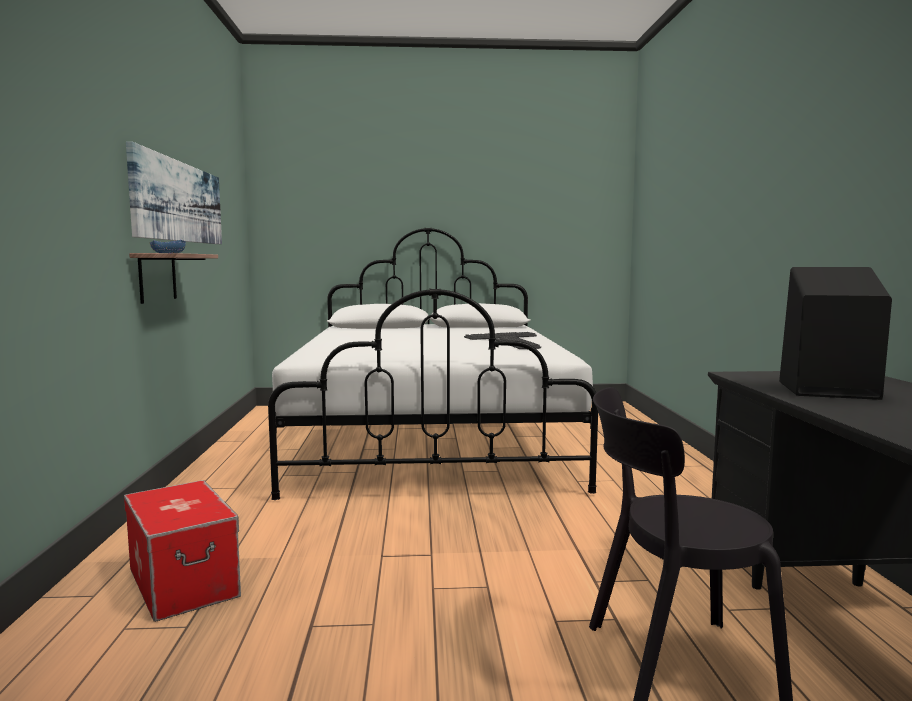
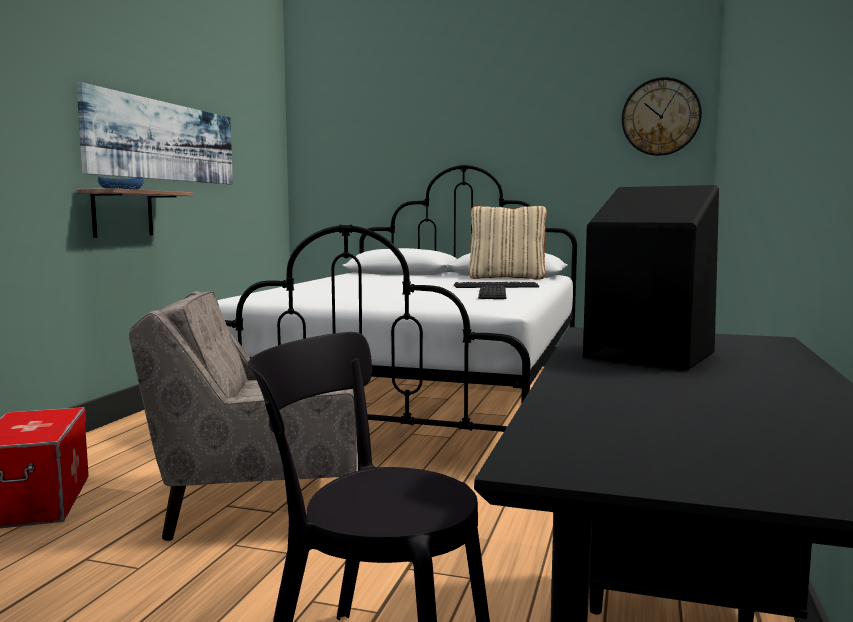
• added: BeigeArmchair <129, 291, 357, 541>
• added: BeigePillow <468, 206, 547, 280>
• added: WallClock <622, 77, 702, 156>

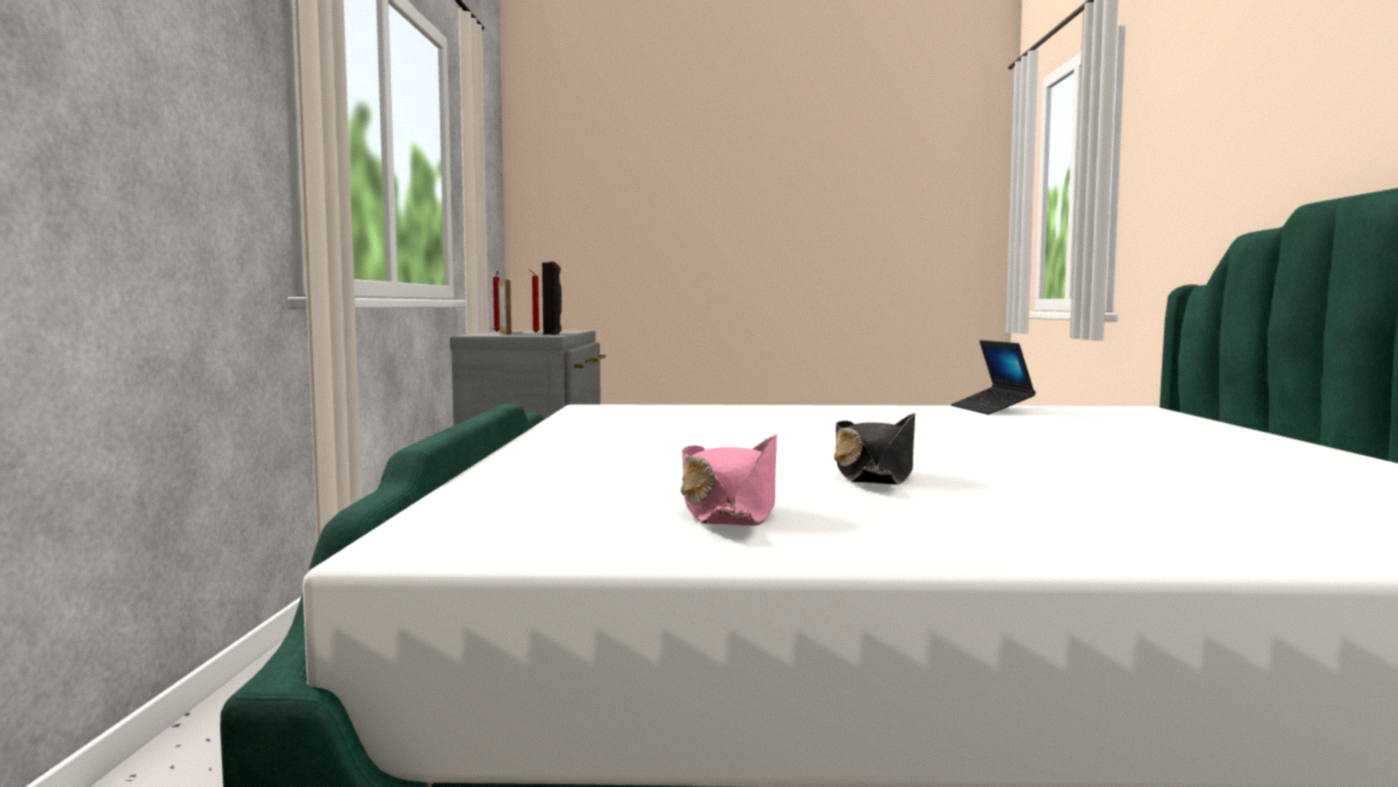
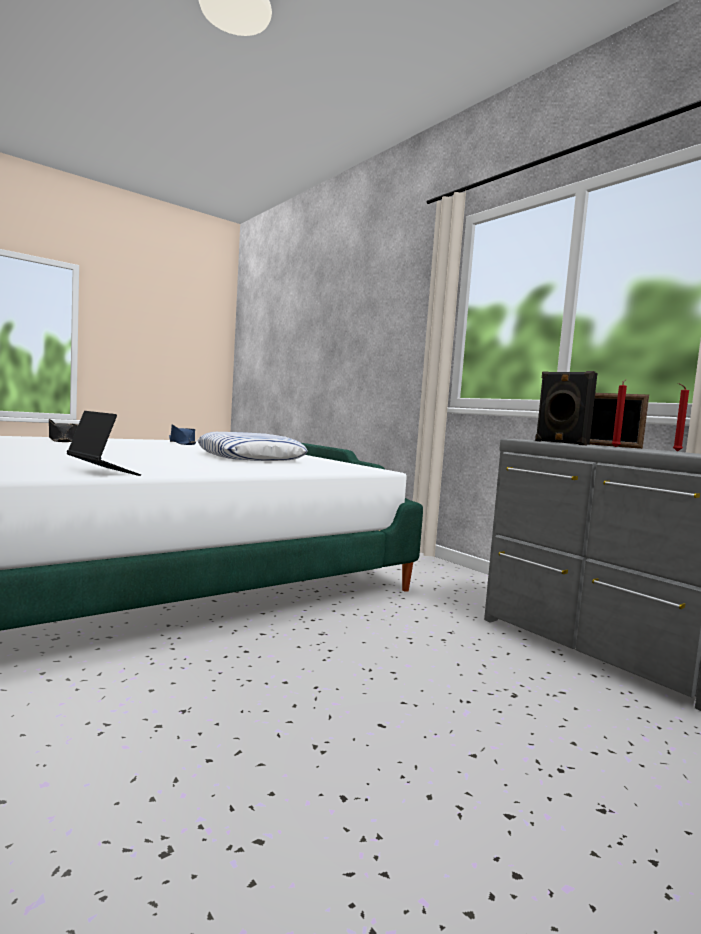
• added: Pillow <197, 432, 307, 461>
• moved: BlackHat <834, 413, 915, 485> to <49, 419, 78, 442>
• recoloured: PinkHat <681, 435, 777, 526> to BlueHat <169, 425, 196, 445>

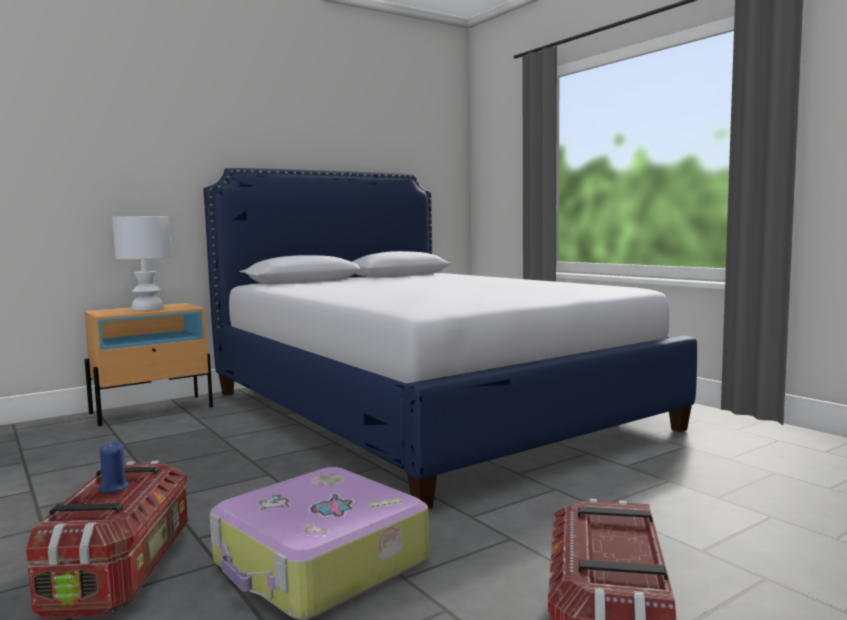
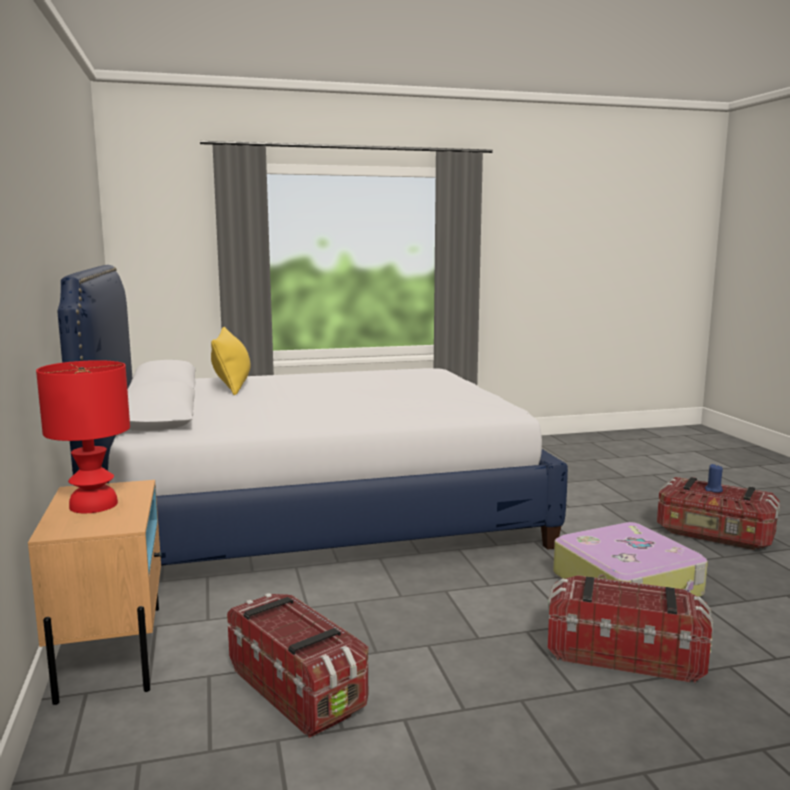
• added: YellowPillow <211, 327, 251, 395>
• added: StorageBox <227, 593, 368, 738>
• moved: BlueCandle <98, 442, 129, 493> to <705, 464, 723, 493>
• recoloured: WhiteTableLamp <112, 216, 171, 310> to RedTableLamp <36, 360, 130, 513>

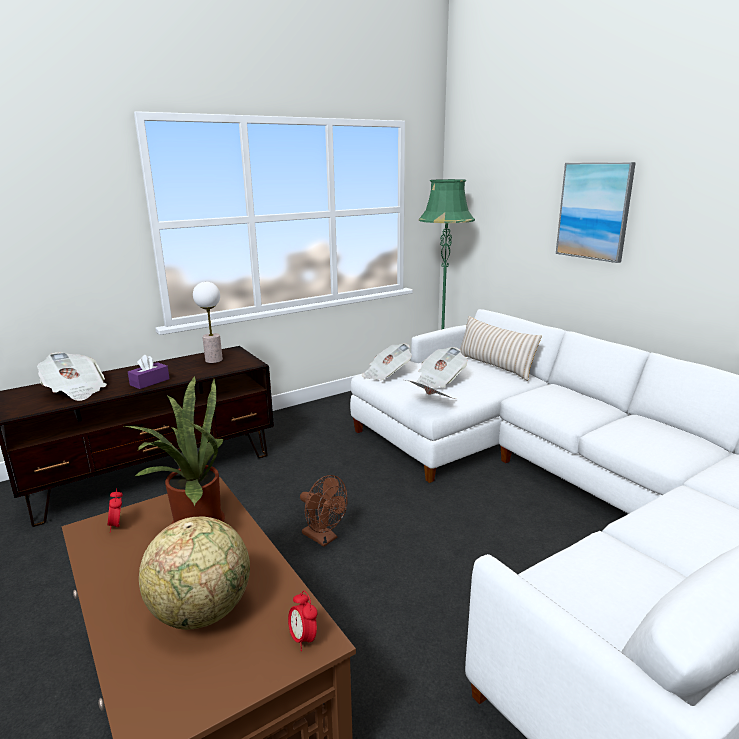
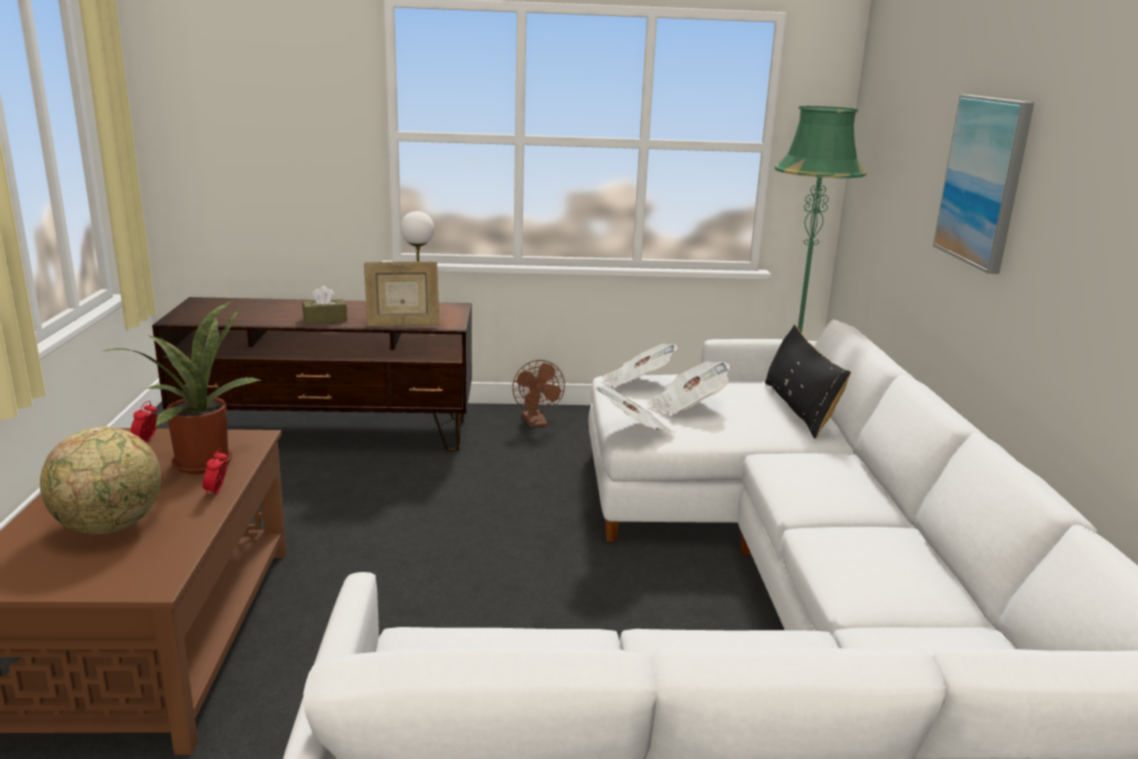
• removed: Newspaper <37, 352, 107, 401>
• added: PictureFrame <364, 261, 440, 326>
• moved: AlarmClock <288, 591, 318, 651> to <203, 448, 228, 498>
• moved: BrownFan <300, 475, 347, 547> to <512, 360, 565, 428>
• recoloured: PurpleTissueBox <128, 355, 169, 389> to BrownTissueBox <302, 286, 347, 324>
• recoloured: BeigePillow <460, 316, 542, 381> to BlackPillow <765, 325, 851, 439>

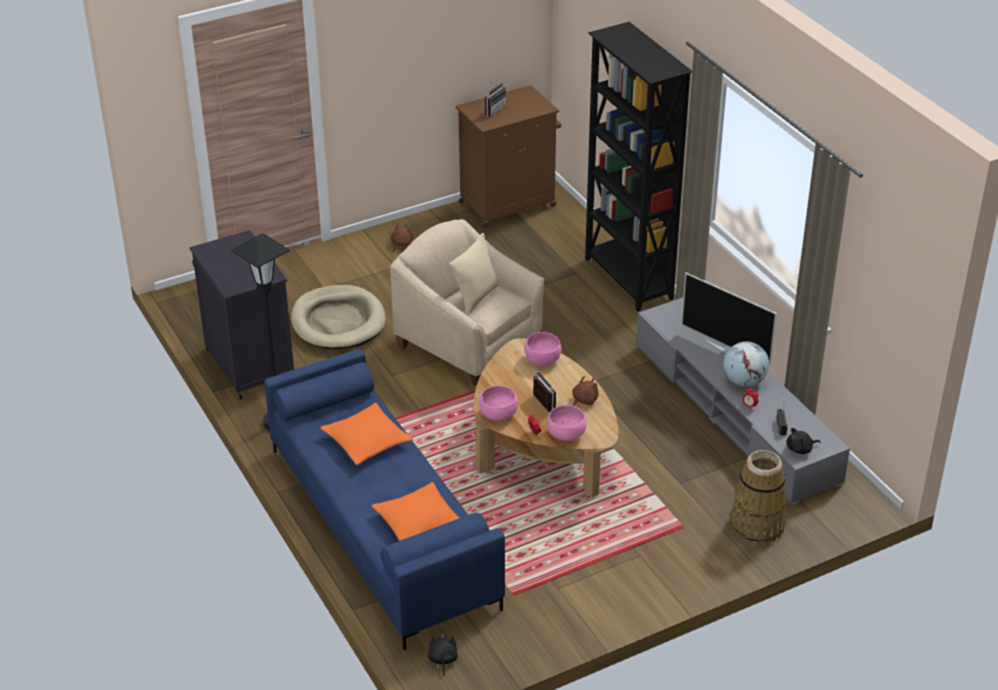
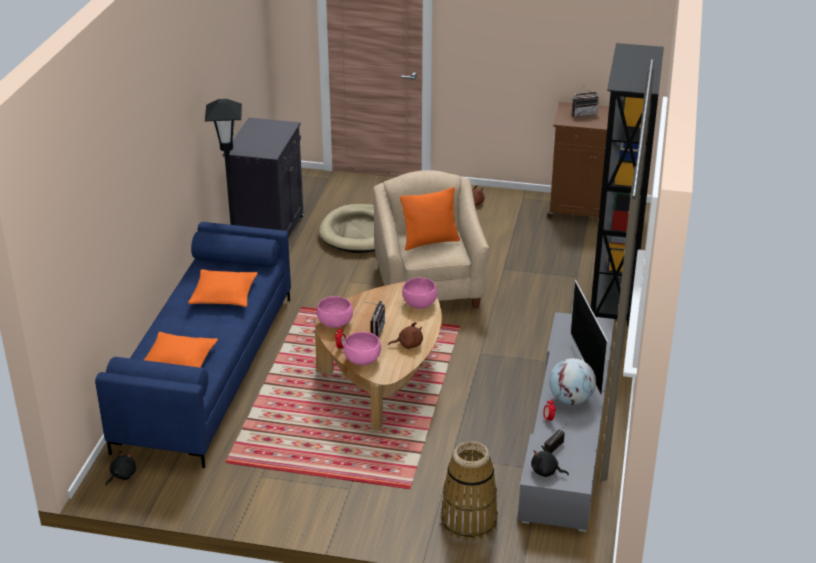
• recoloured: BeigePillow <449, 233, 501, 316> to OrangePillow <400, 187, 460, 250>

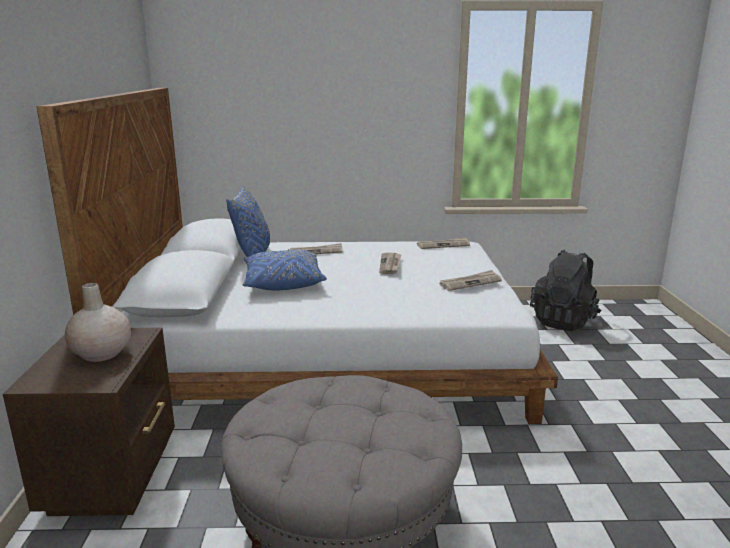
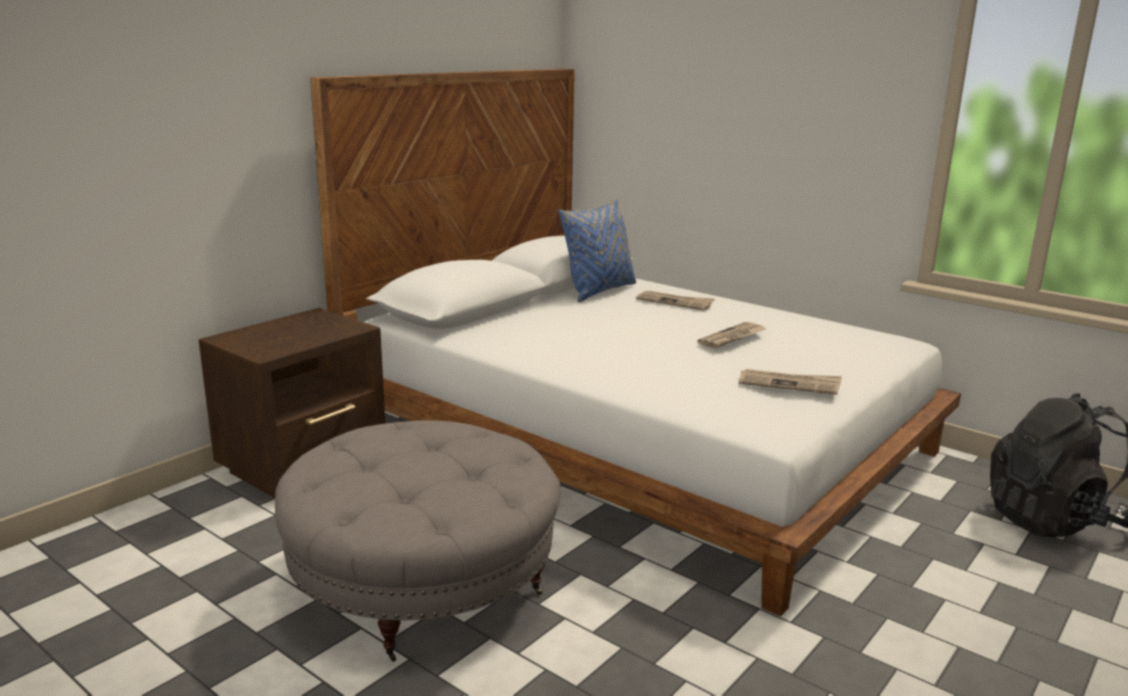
• removed: BeigeVase <65, 283, 131, 362>
• removed: BluePillow <242, 250, 327, 291>
• removed: Newspaper <417, 237, 470, 249>

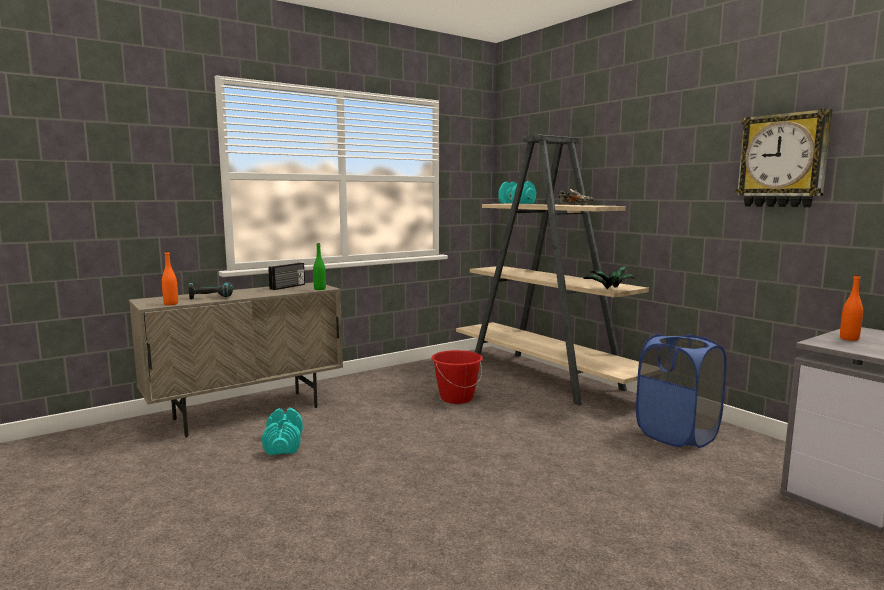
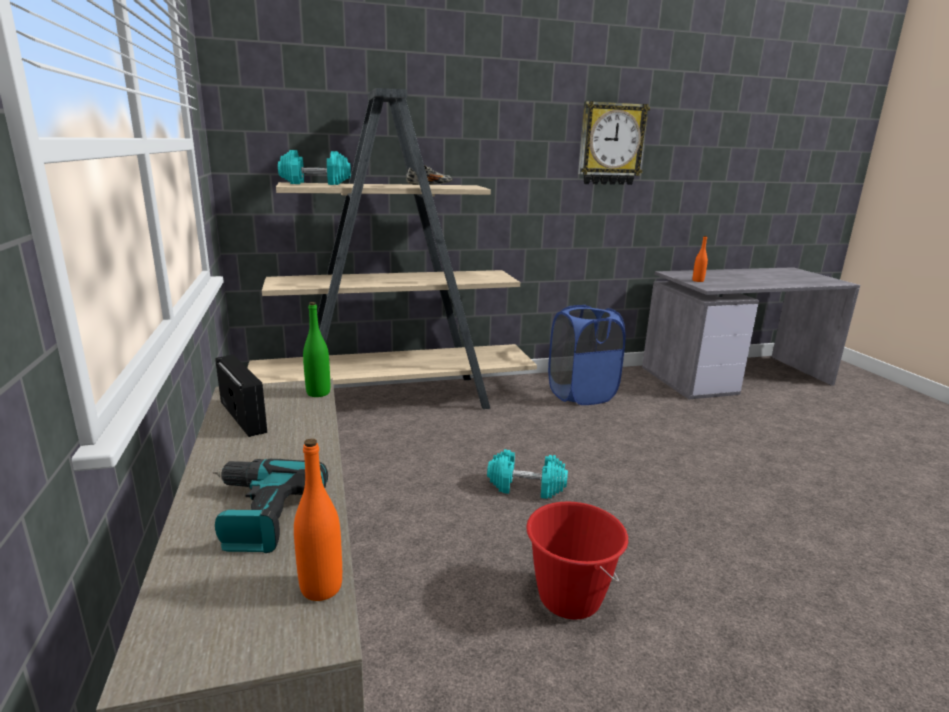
• removed: PottedPlant <583, 266, 641, 289>
• moved: TurquoiseDumbbell <262, 408, 303, 455> to <487, 449, 568, 499>
• moved: RedBucket <431, 350, 483, 404> to <526, 502, 628, 620>

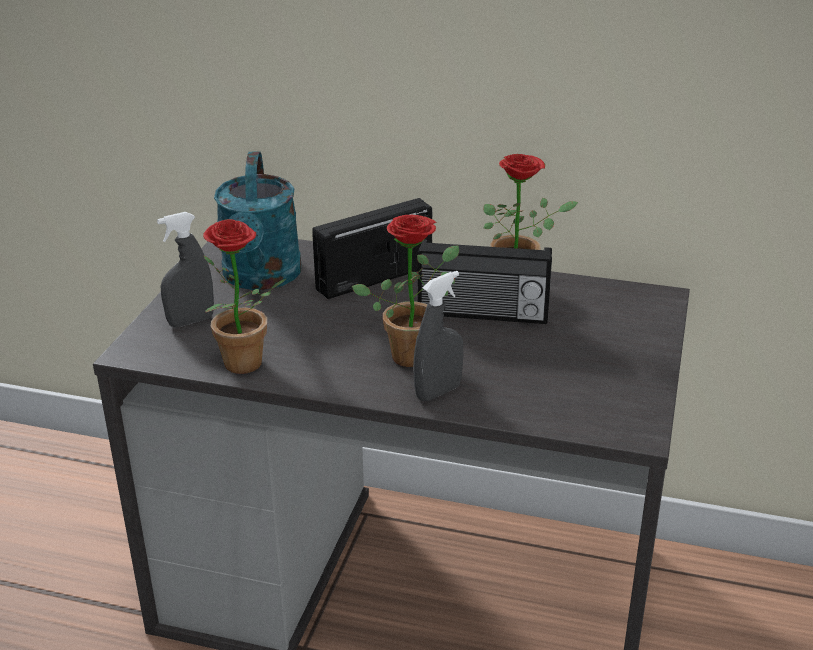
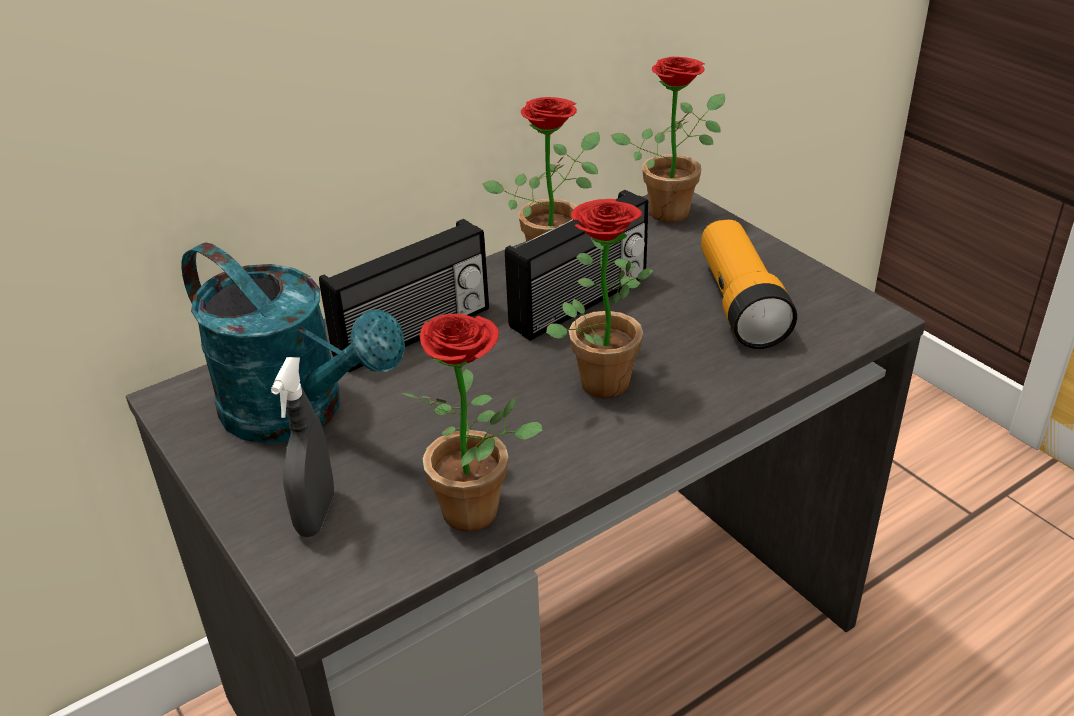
• removed: GreySprayBottle <413, 271, 463, 401>
• added: PottedPlant <611, 57, 725, 222>
• added: Flashlight <701, 220, 797, 349>
• turned: Radio <312, 198, 432, 299> = <319, 219, 489, 372> 135 degrees counterclockwise

